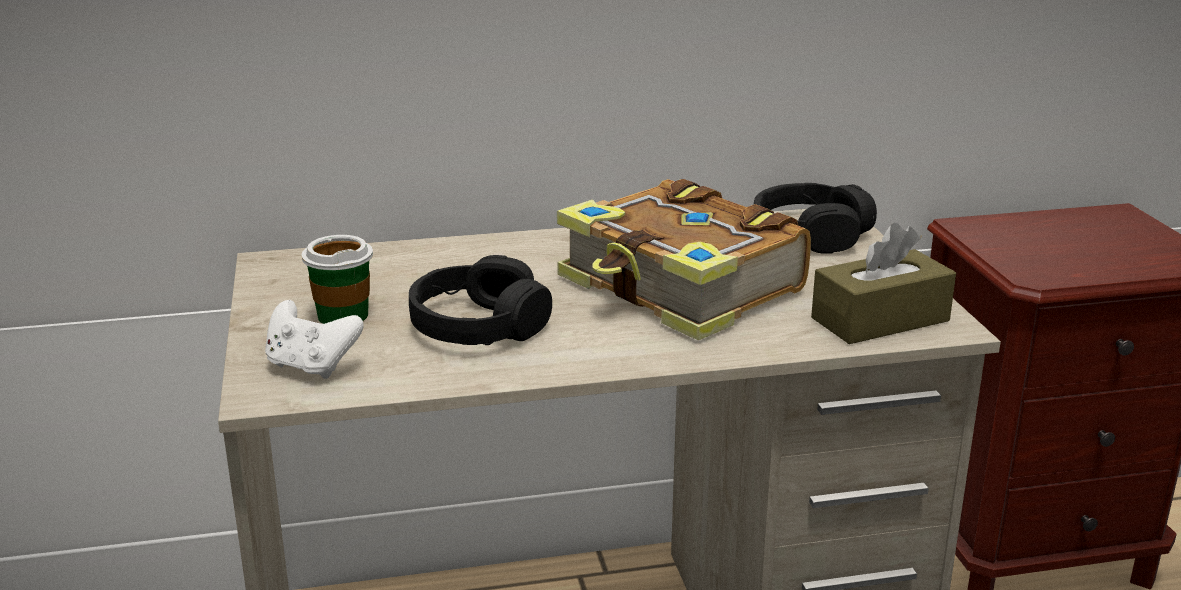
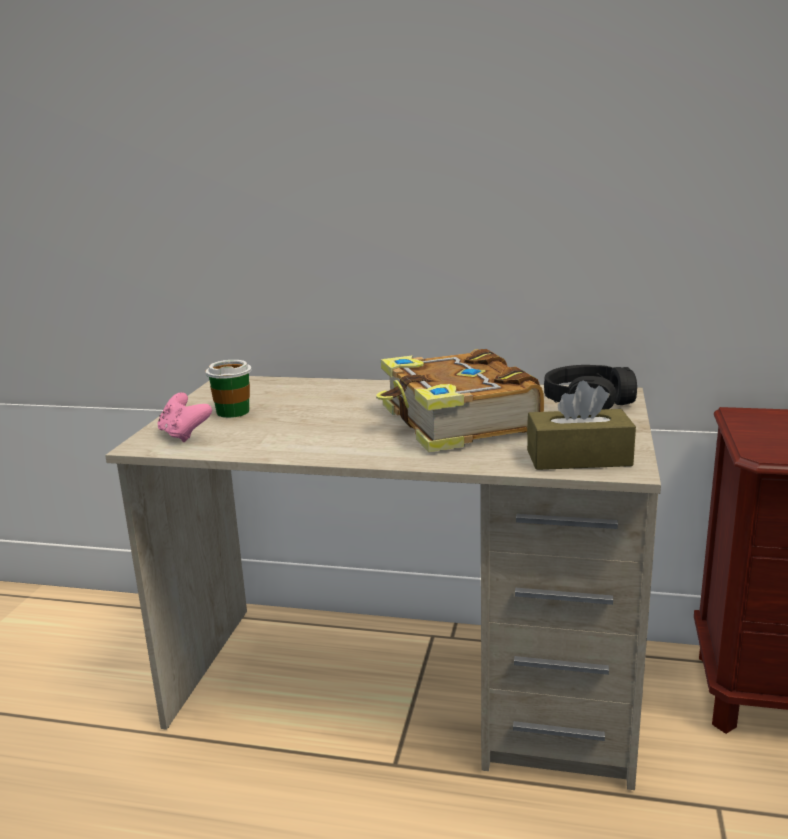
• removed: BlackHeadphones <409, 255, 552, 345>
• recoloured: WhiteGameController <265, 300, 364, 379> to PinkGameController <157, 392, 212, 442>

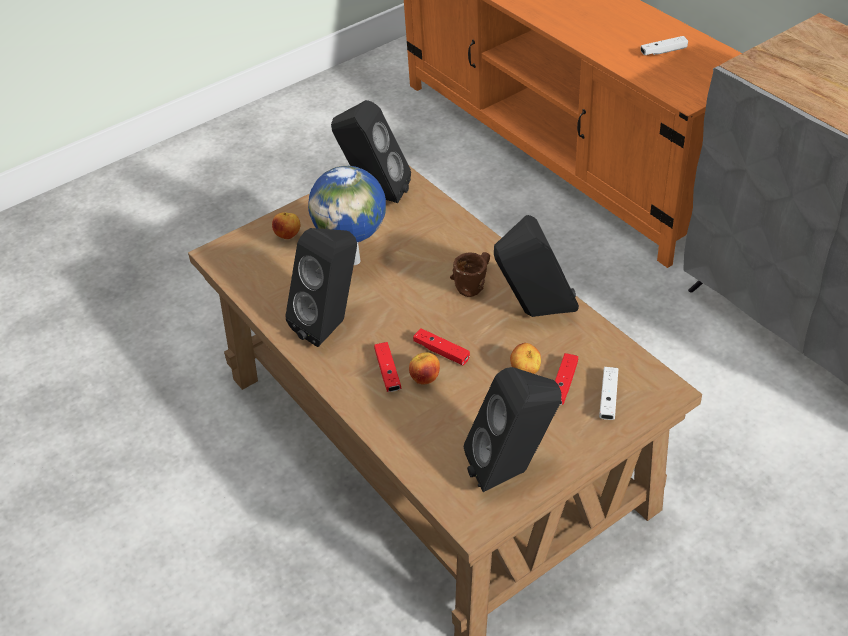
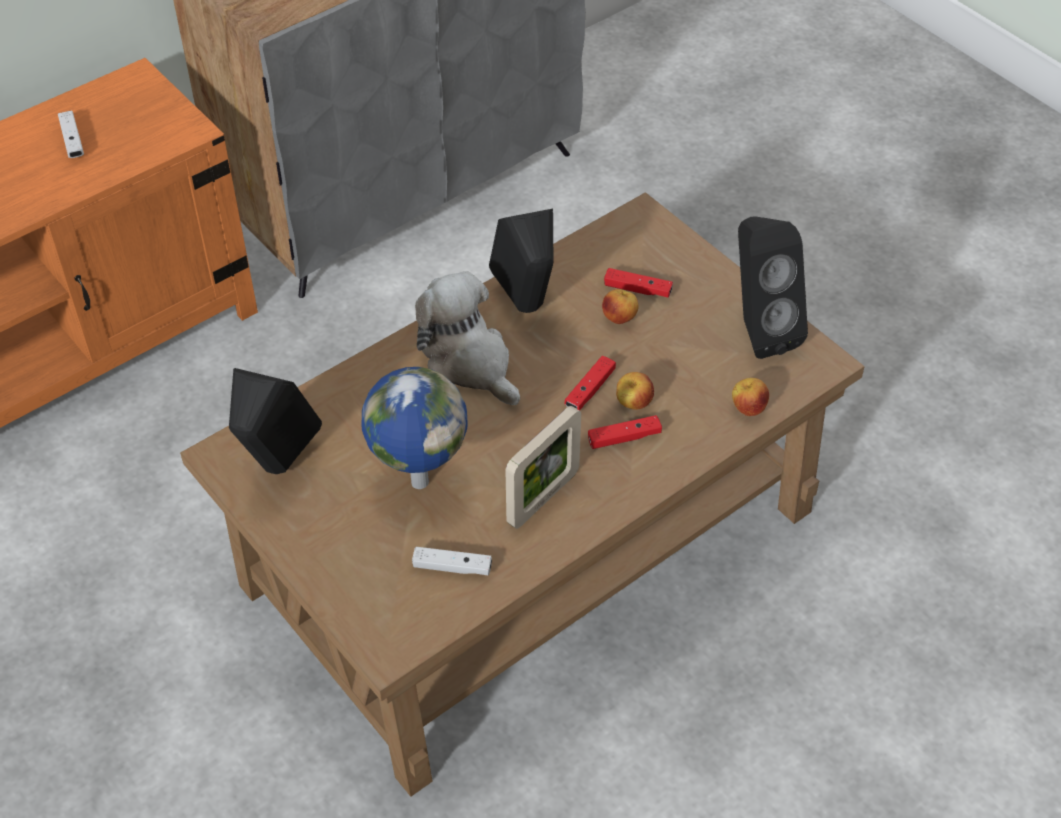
• moved: Apple <272, 213, 300, 239> to <732, 378, 769, 416>
• moved: WhiteGameController <599, 367, 618, 420> to <412, 547, 492, 575>
• replaced: BlackSpeaker <285, 228, 357, 347> to PictureFrame <505, 406, 581, 529>
• replaced: BrownMug <450, 252, 490, 297> to PlushToy <415, 271, 520, 405>

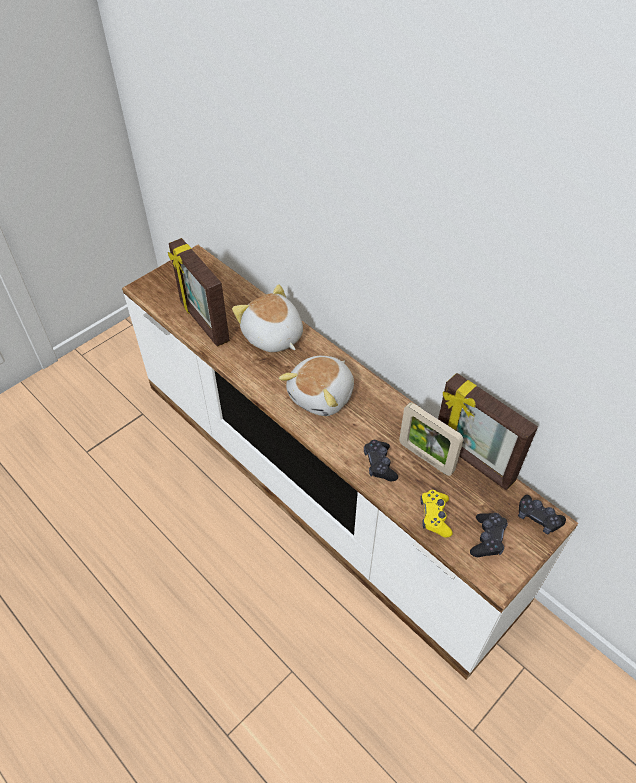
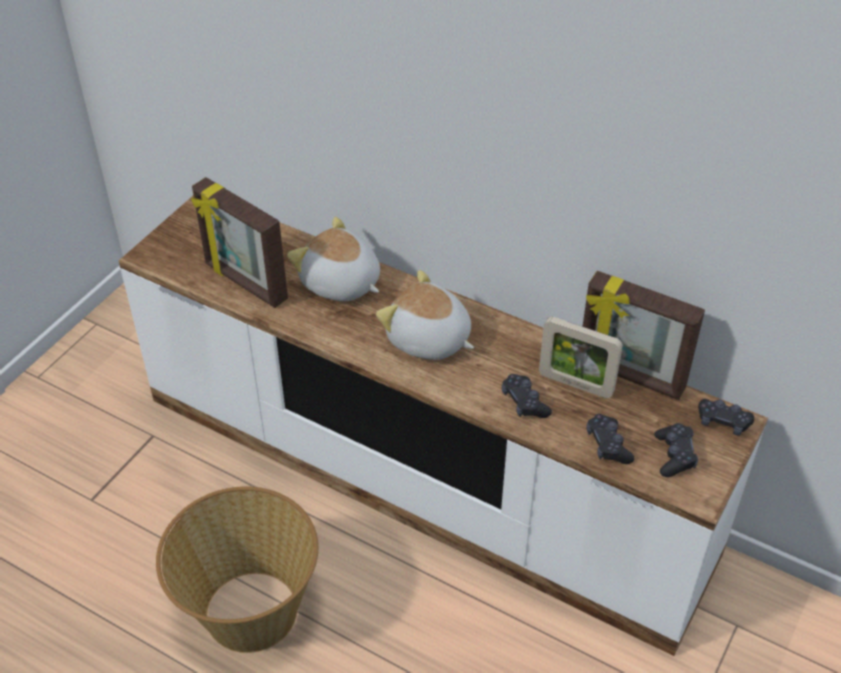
• added: Basket <156, 486, 318, 653>
• recoloured: YellowGameController <420, 490, 453, 537> to BlackGameController <586, 414, 634, 464>
• turned: PlushToy <279, 356, 354, 416> = <376, 270, 474, 360> 105 degrees clockwise

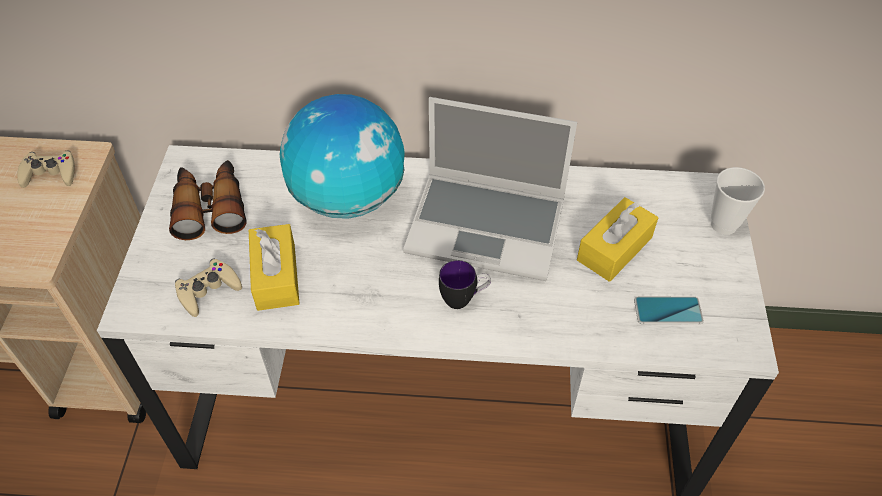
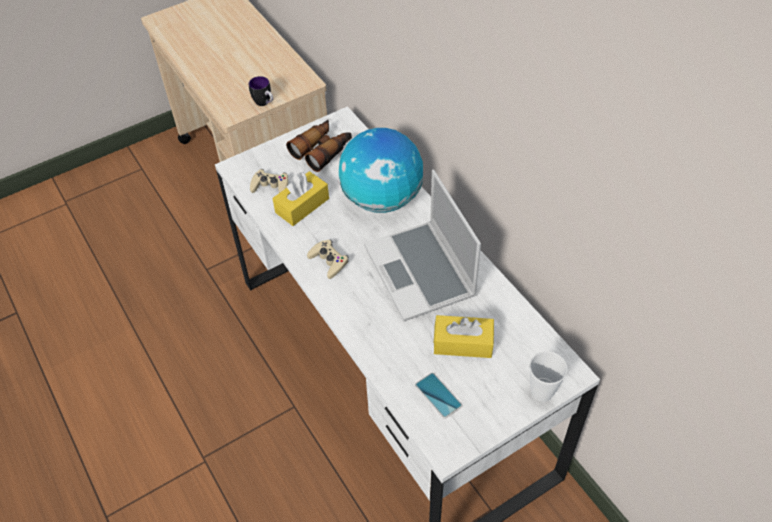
• moved: BeigeGameController <17, 150, 75, 188> to <307, 240, 349, 279>
• moved: Mug <439, 260, 491, 309> to <249, 76, 273, 106>

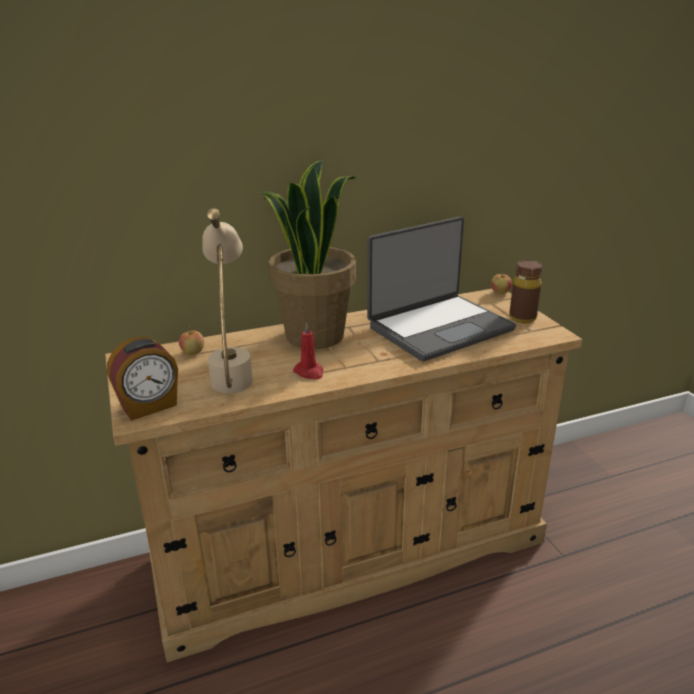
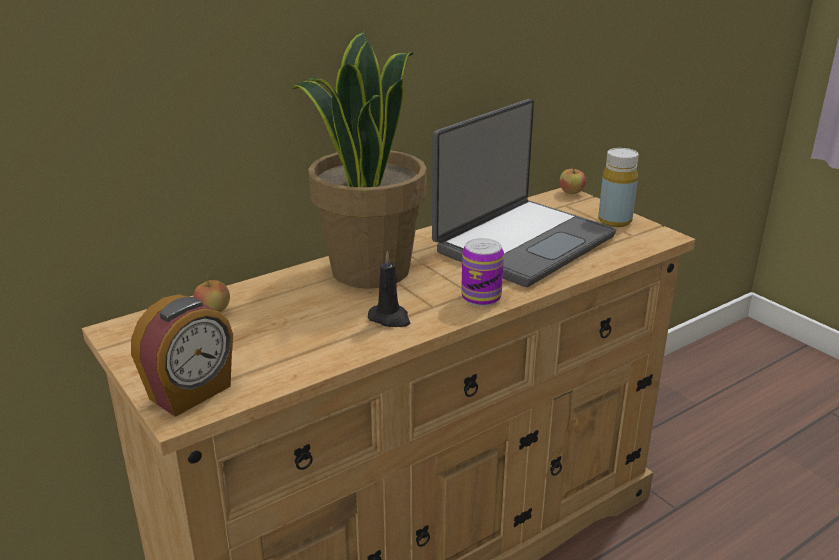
• removed: BeigeTableLamp <202, 208, 253, 393>
• added: Can <461, 238, 504, 306>
• recoloured: RedCandle <293, 322, 323, 380> to BlackCandle <368, 251, 410, 327>
• recoloured: BrownBottle <509, 260, 542, 323> to YellowBottle <598, 148, 639, 227>

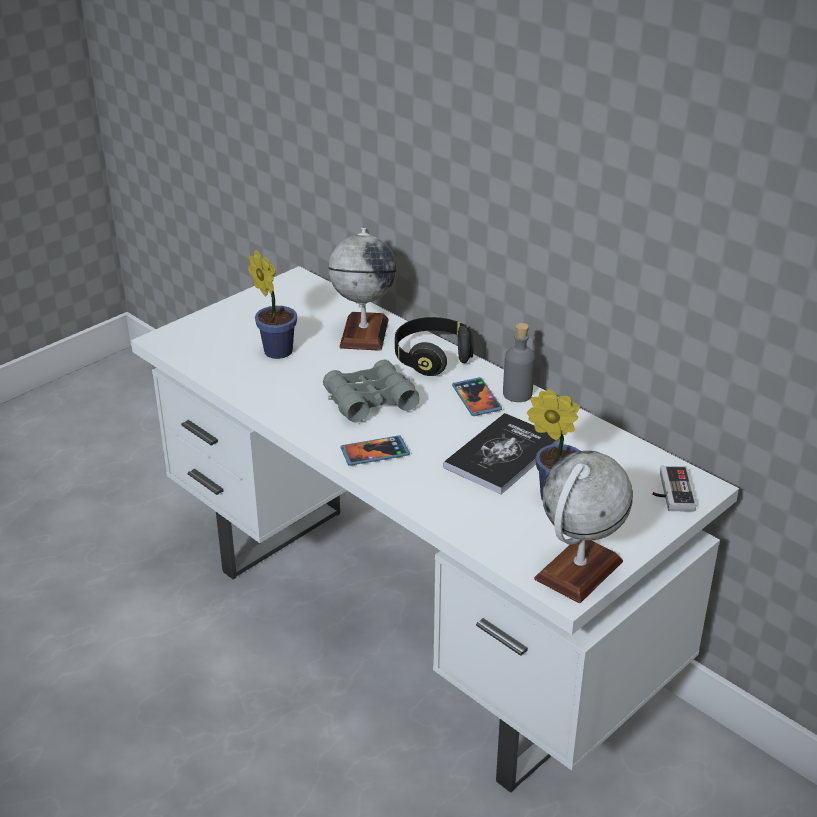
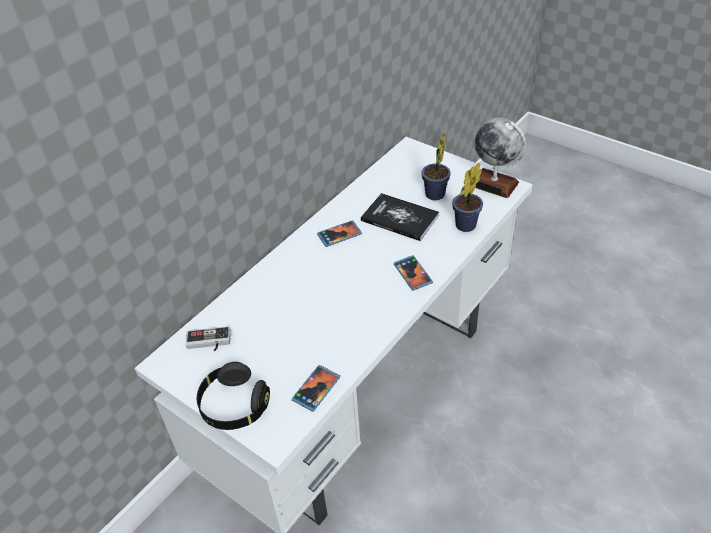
• removed: GreyBinoculars <323, 360, 420, 422>
• removed: Globe <328, 228, 396, 351>
• removed: GreyBottle <503, 323, 535, 402>
• added: Phone <292, 365, 340, 412>
• moved: PottedPlant <248, 250, 297, 359> to <452, 162, 483, 232>
• moved: BlackHeadphones <395, 317, 473, 376> to <197, 362, 270, 430>
• moved: GameController <652, 466, 697, 512> to <186, 326, 231, 351>

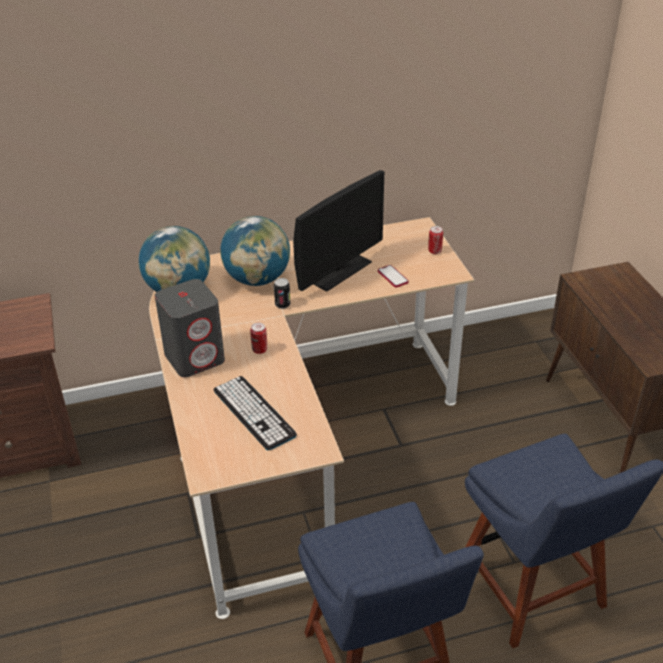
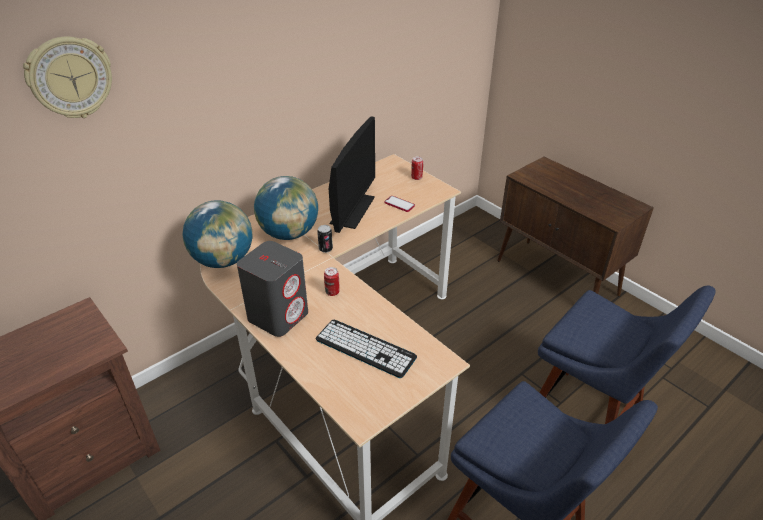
• added: WallClock <23, 36, 112, 118>

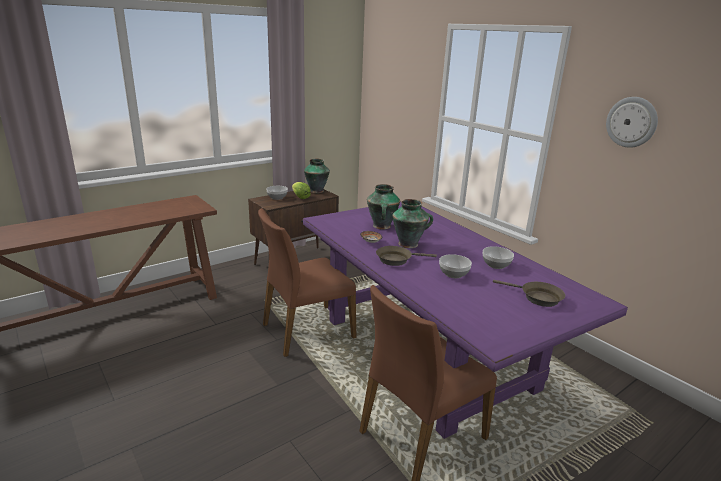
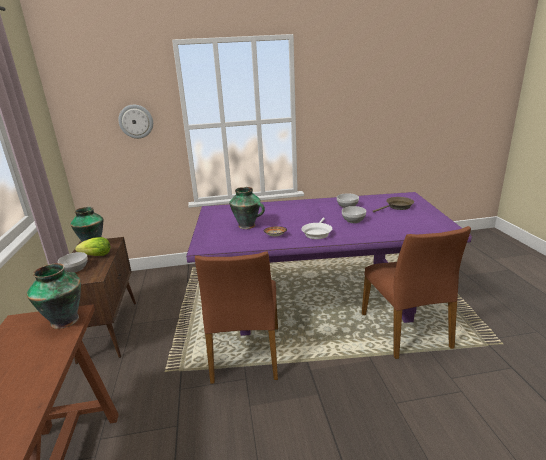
• moved: Vase <392, 199, 433, 248> to <27, 263, 81, 329>
• moved: WallClock <606, 97, 658, 148> to <118, 105, 153, 139>
• recoloured: BrownFryingPan <376, 246, 437, 266> to WhiteFryingPan <302, 218, 332, 239>

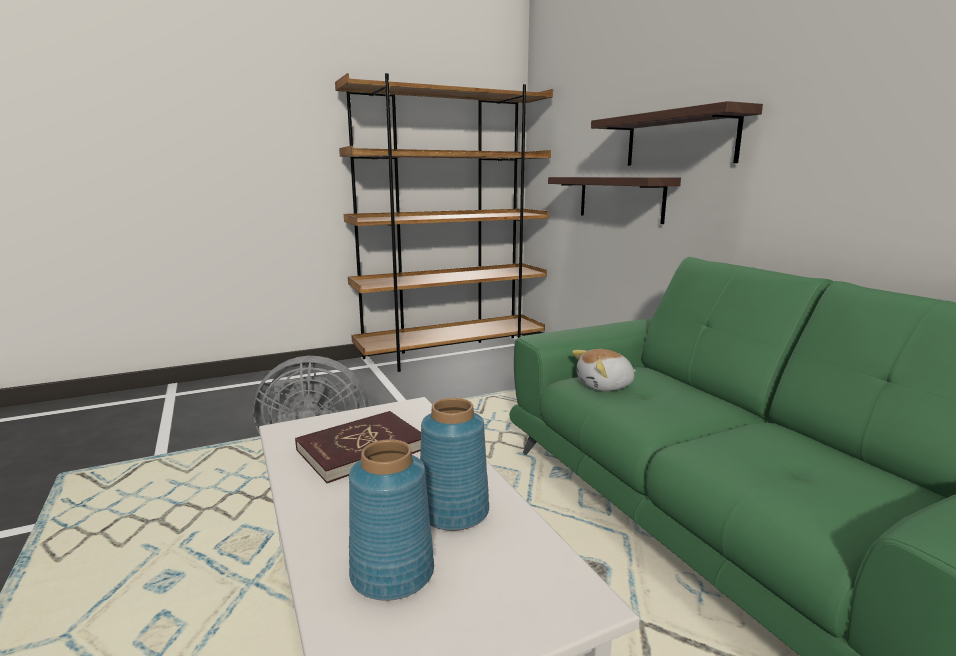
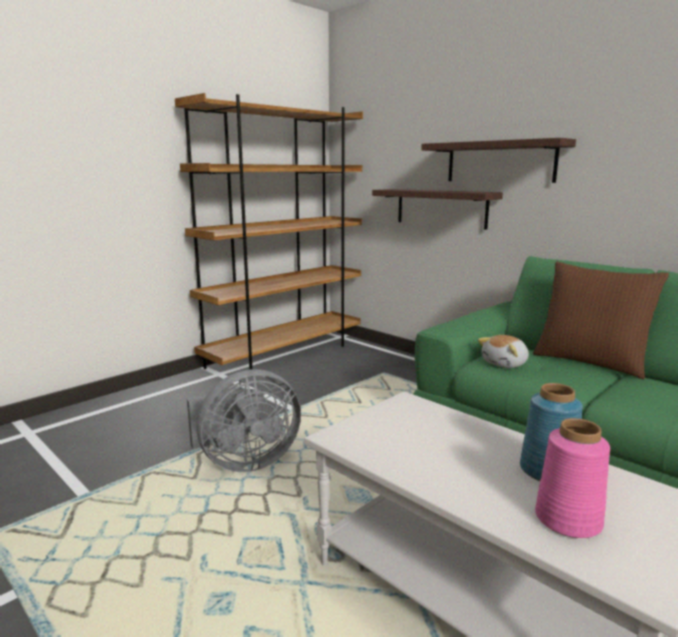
• removed: RedBook <295, 411, 421, 483>
• added: BrownPillow <533, 261, 669, 379>
• recoloured: BlueVase <349, 439, 434, 601> to PinkVase <535, 418, 610, 538>

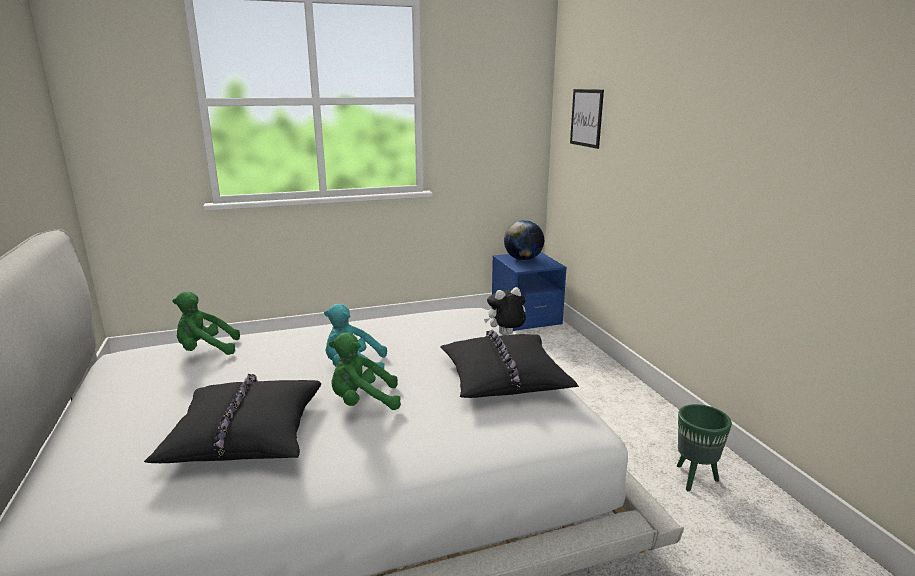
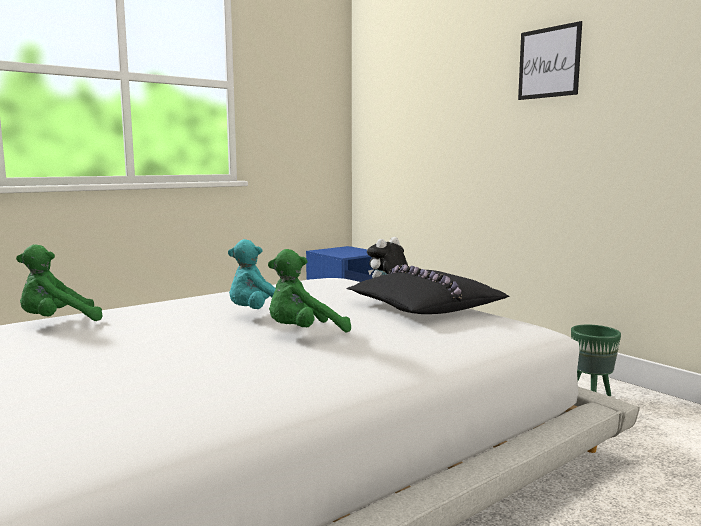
• removed: BlackPillow <144, 374, 321, 463>
• removed: Globe <504, 220, 544, 260>
• moved: Picture <570, 89, 604, 149> to <518, 21, 582, 100>

